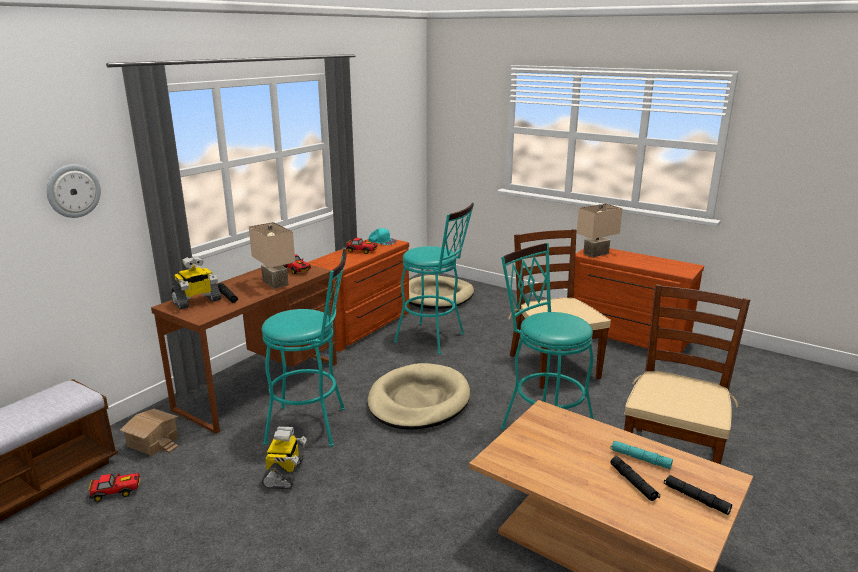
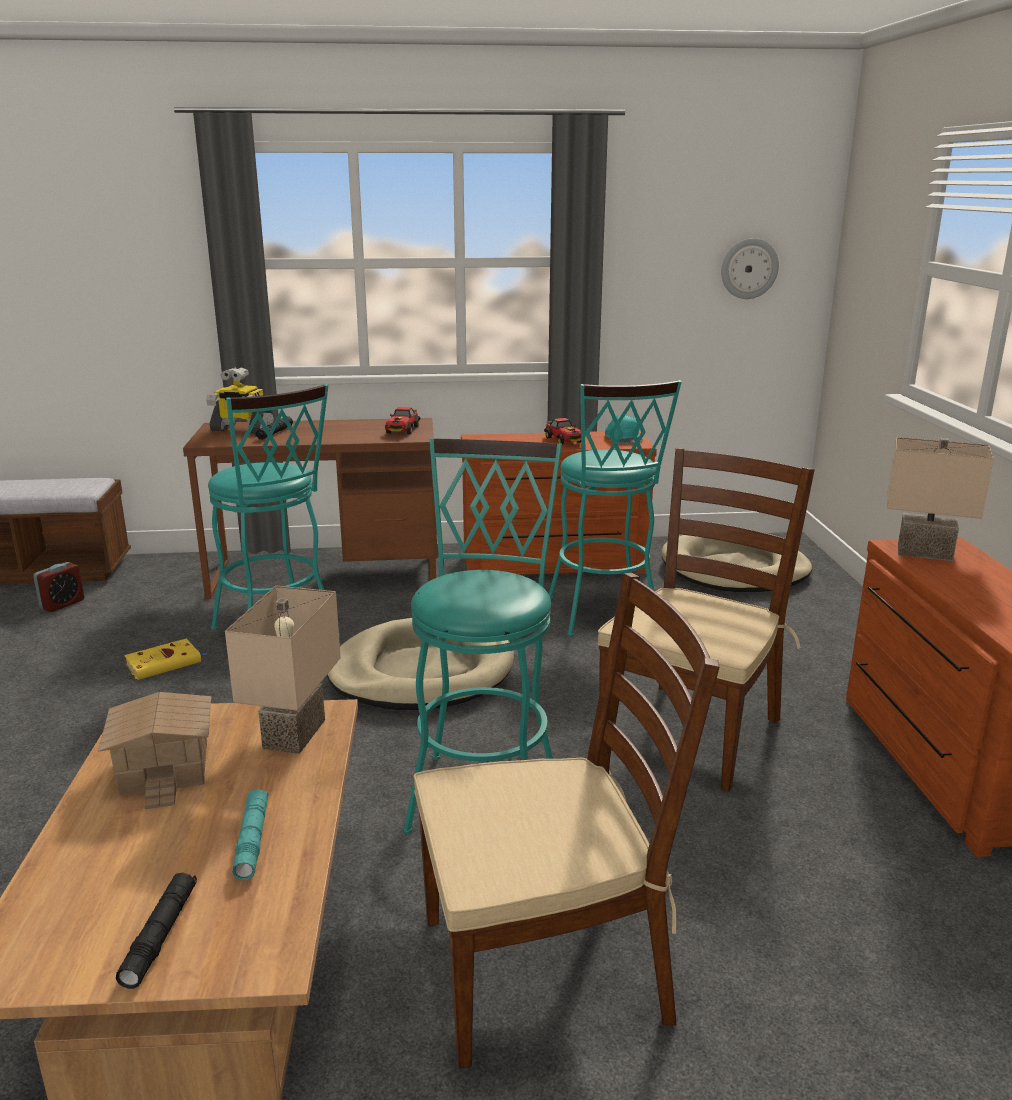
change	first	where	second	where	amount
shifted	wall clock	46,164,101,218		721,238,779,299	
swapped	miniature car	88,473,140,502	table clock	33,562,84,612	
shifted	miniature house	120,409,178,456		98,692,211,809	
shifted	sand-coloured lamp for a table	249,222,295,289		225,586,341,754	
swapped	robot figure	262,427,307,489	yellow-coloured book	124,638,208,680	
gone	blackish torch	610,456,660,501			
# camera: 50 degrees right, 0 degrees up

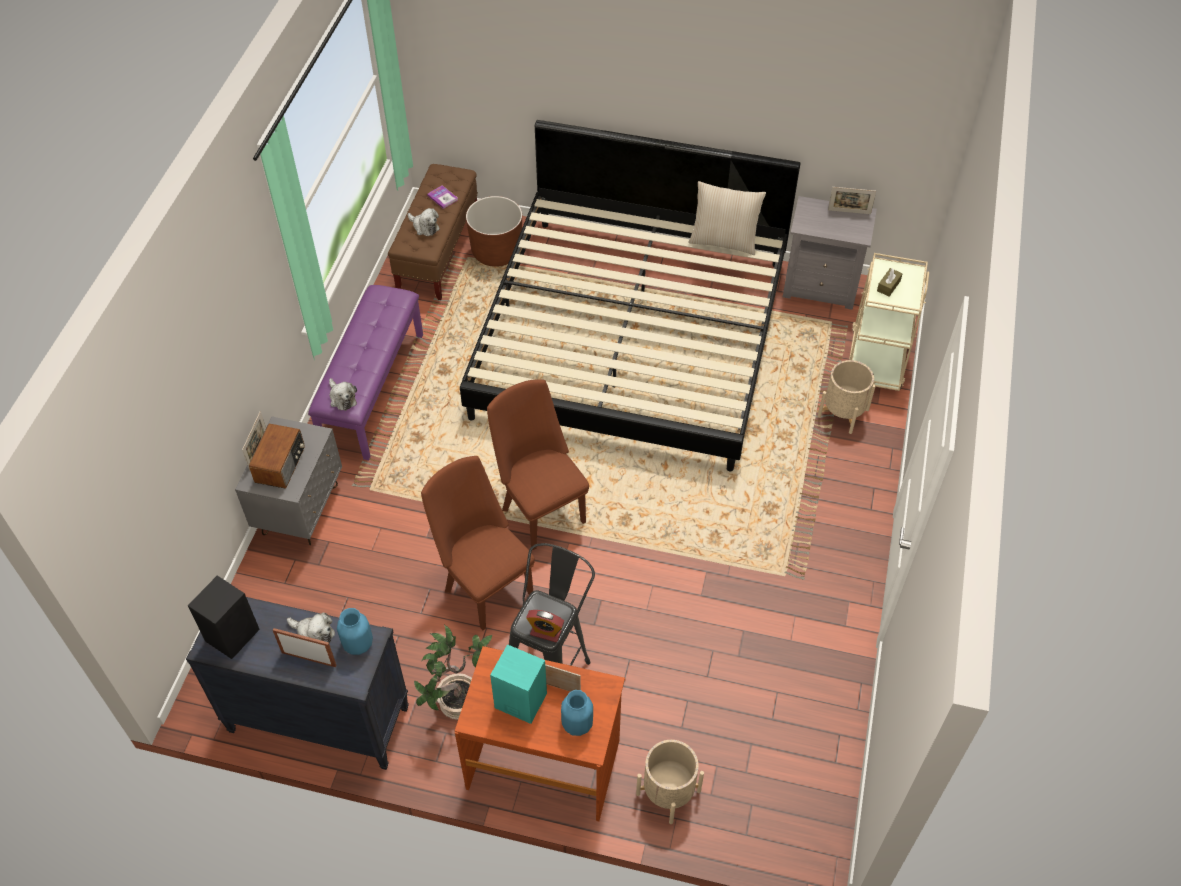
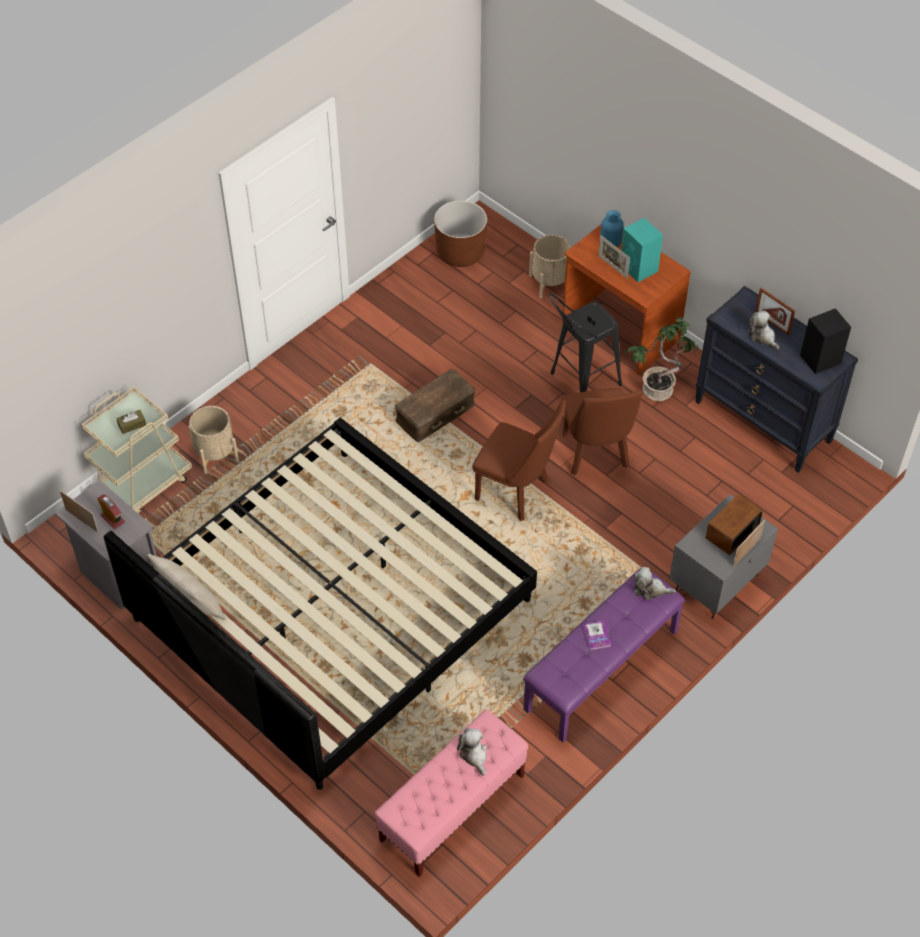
change	first	where	second	where	amount
rotated	cuddly toy	329,378,357,411		633,567,676,600	75 degrees counterclockwise
gone	blue vase	337,608,373,655			
repainted	brownish long seat	388,164,478,300	pink long seat	375,709,528,877	
shifted	book	427,185,458,209		583,620,612,651	
shifted	brownish plant pot	466,196,522,267		434,200,487,267	
rotated	brownish upright chair	487,379,589,550		473,400,566,521	60 degrees counterclockwise
shifted	table clock	526,610,564,643		97,495,125,529	
new			brownish storage container	395,369,475,442	
# camera: 150 degrees left, 0 degrees up

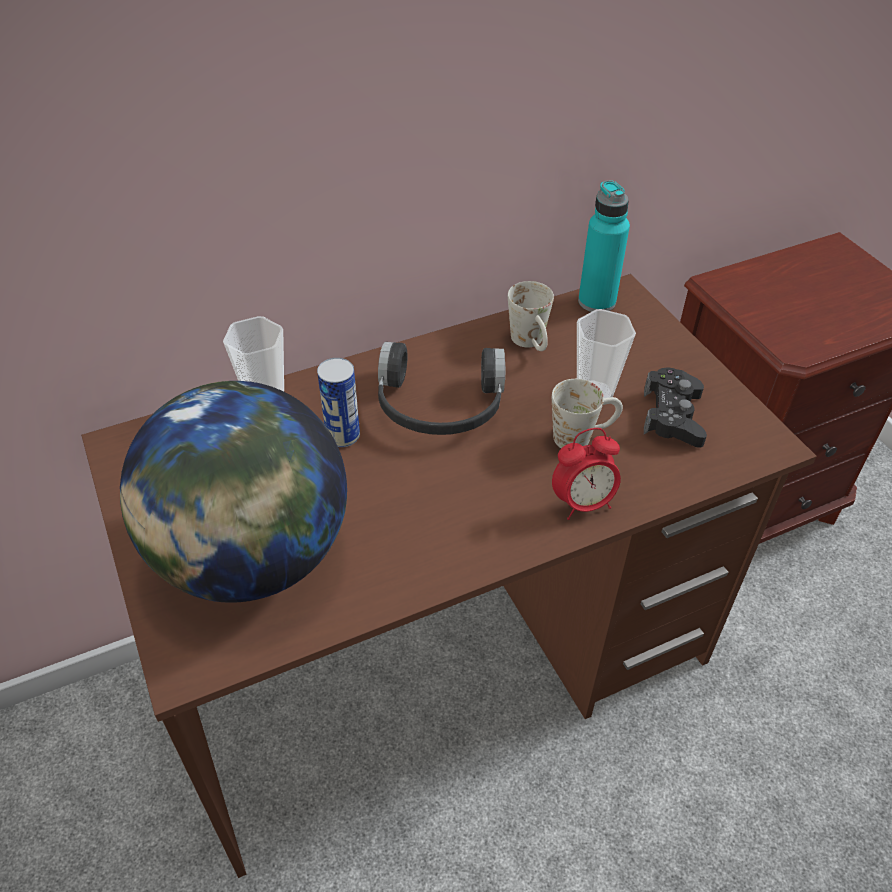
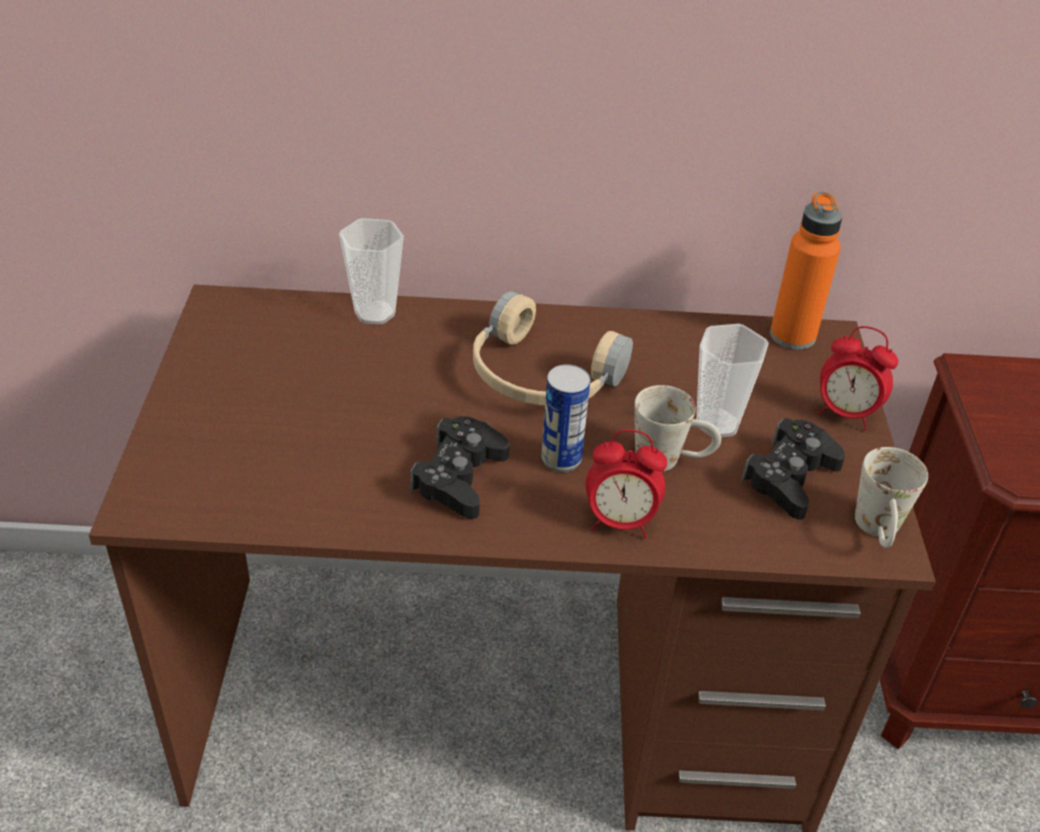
change	first	where	second	where	amount
gone	world globe	120,381,347,603			
shifted	sealed can	317,358,360,447		541,364,590,472	
repainted	blackish headphones	378,342,505,435	sand-coloured headphones	473,291,633,406	
shifted	white-coloured tea mug	508,281,554,351		855,447,928,548	
repainted	turquoise-coloured bottle	578,180,630,312	orangey bottle	770,192,842,350	
new			blackish game controller	410,416,509,519	
new			table clock	817,326,898,430	
# camera: 25 degrees right, 5 degrees down

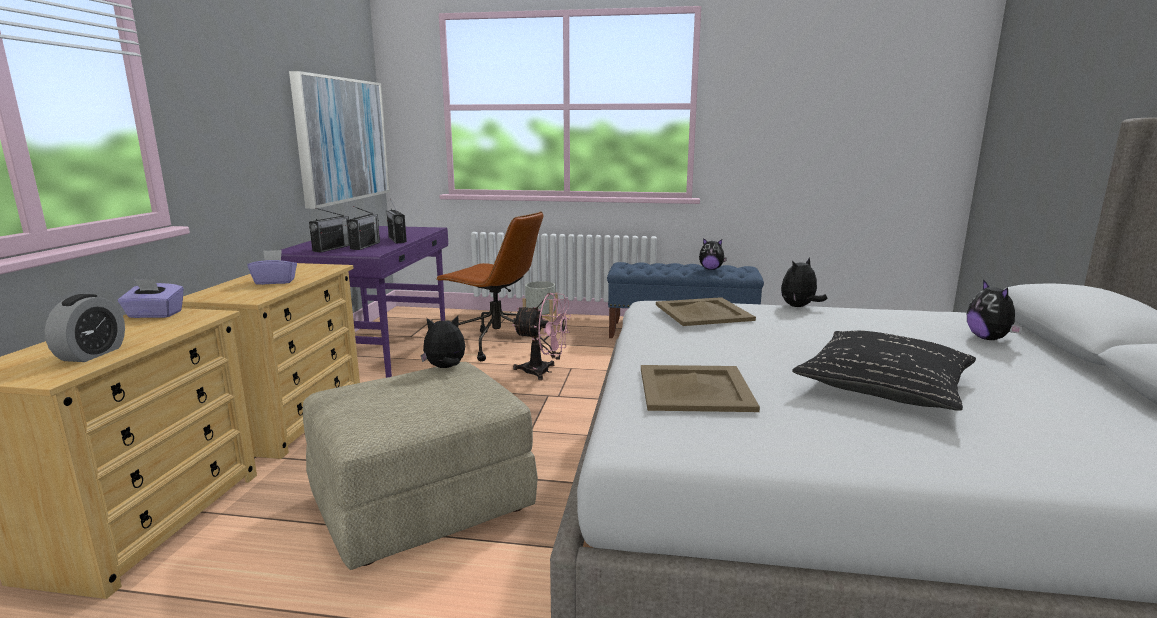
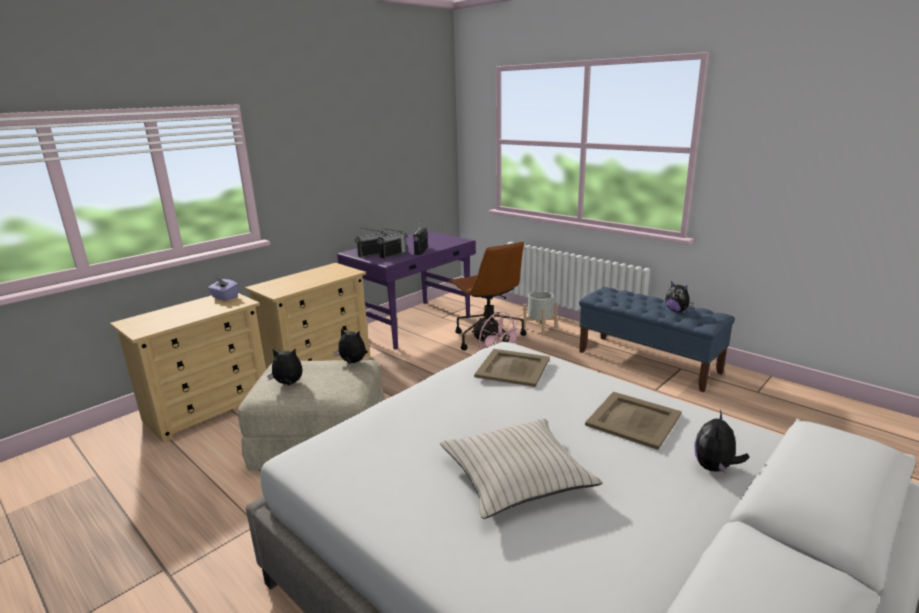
change	first	where	second	where	amount
gone	table clock	45,294,125,362			
gone	purplish tissue holder	247,250,297,285			
gone	picture	289,71,390,209			
shifted	sand-coloured serving tray	641,365,760,412		585,392,682,450	
shifted	cuddly toy	781,257,828,307		267,348,302,386	
repainted	blackish pillow	792,331,976,411	sand-coloured pillow	440,419,603,519	
# camera: 35 degrees right, 5 degrees up

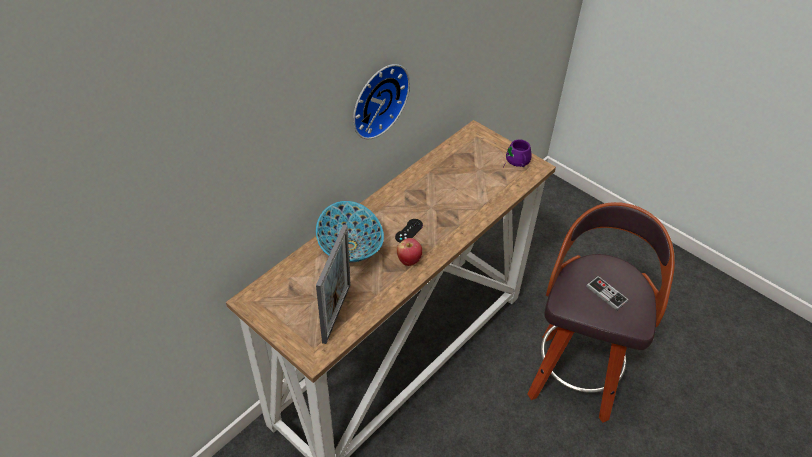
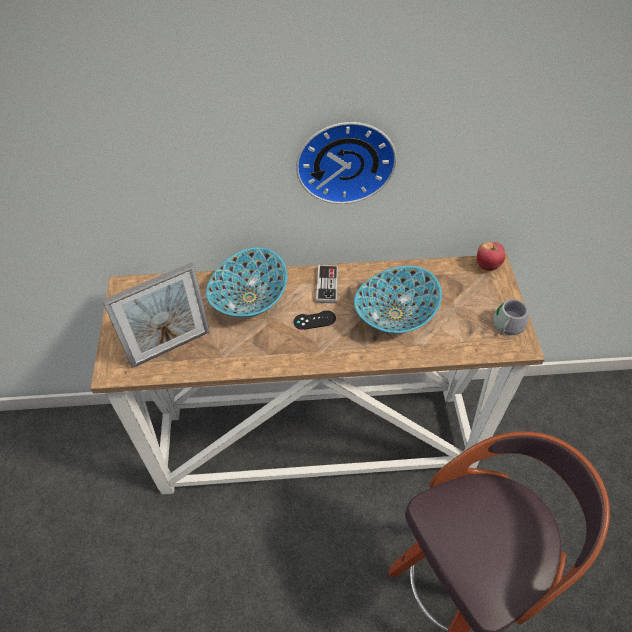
change	first	where	second	where	amount
shifted	whole apple	397,238,422,266		477,242,505,271	
repainted	purplish tea mug	503,139,532,167	grey tea mug	483,299,528,335	
shifted	game controller	586,276,629,311		316,265,338,303	
new			serving bowl	354,266,442,333	
# camera: 45 degrees right, 5 degrees up

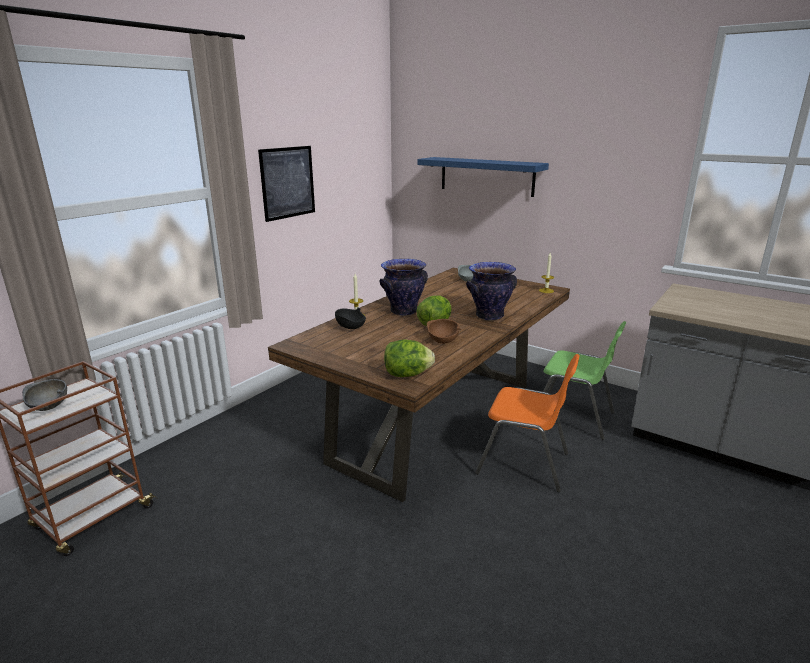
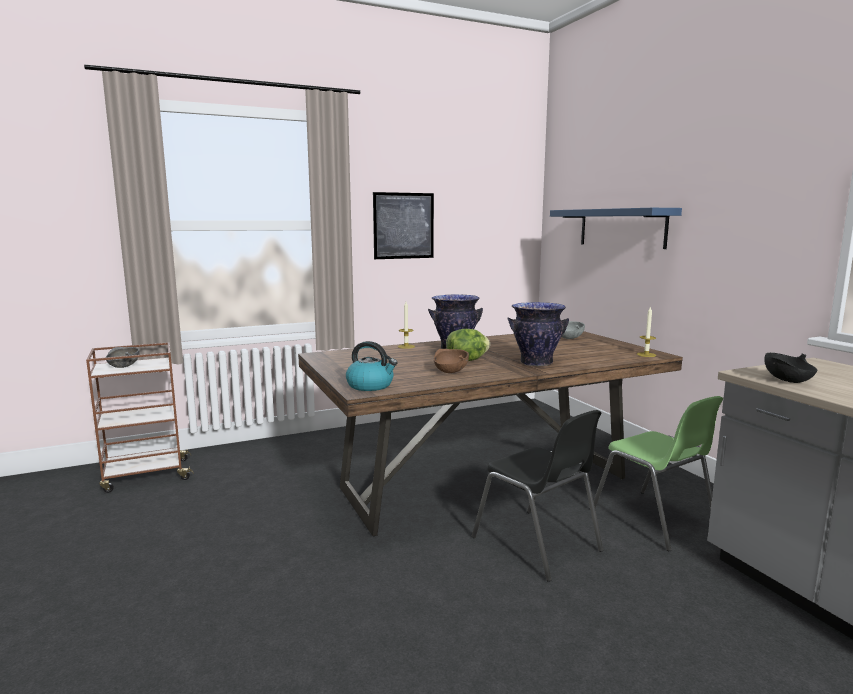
change	first	where	second	where	amount
shifted	blackish serving bowl	335,307,366,329		764,353,817,383	
swapped	head of lettuce	384,339,435,377	kettle	346,341,397,391	
repainted	orangey upright chair	475,354,580,492	blackish upright chair	472,410,603,582	
# camera: 30 degrees right, 10 degrees down

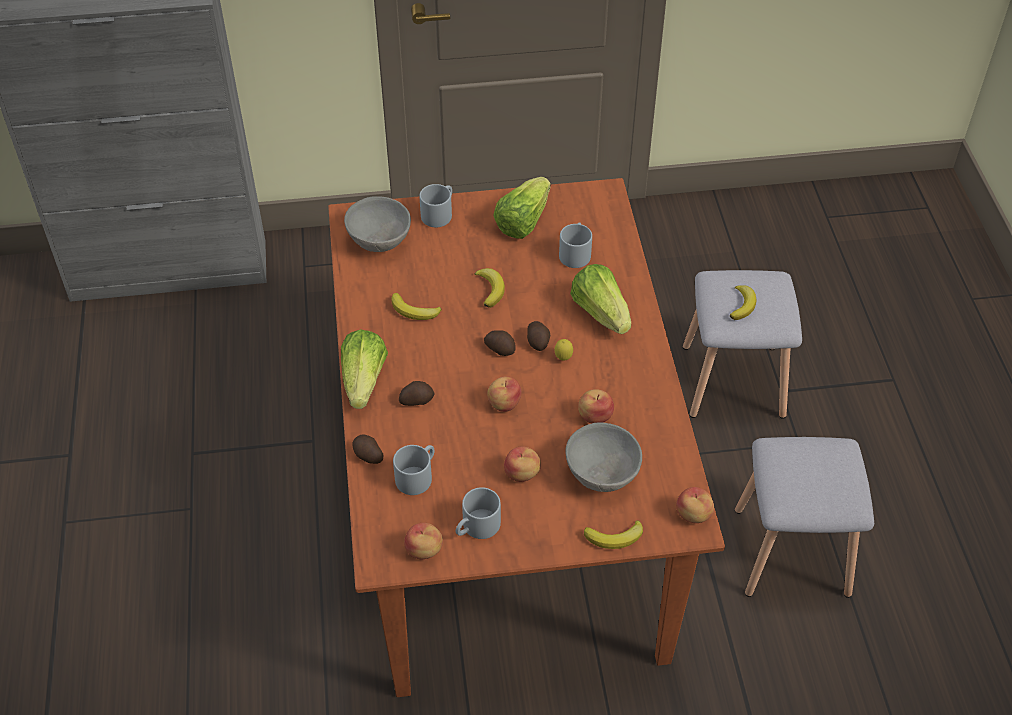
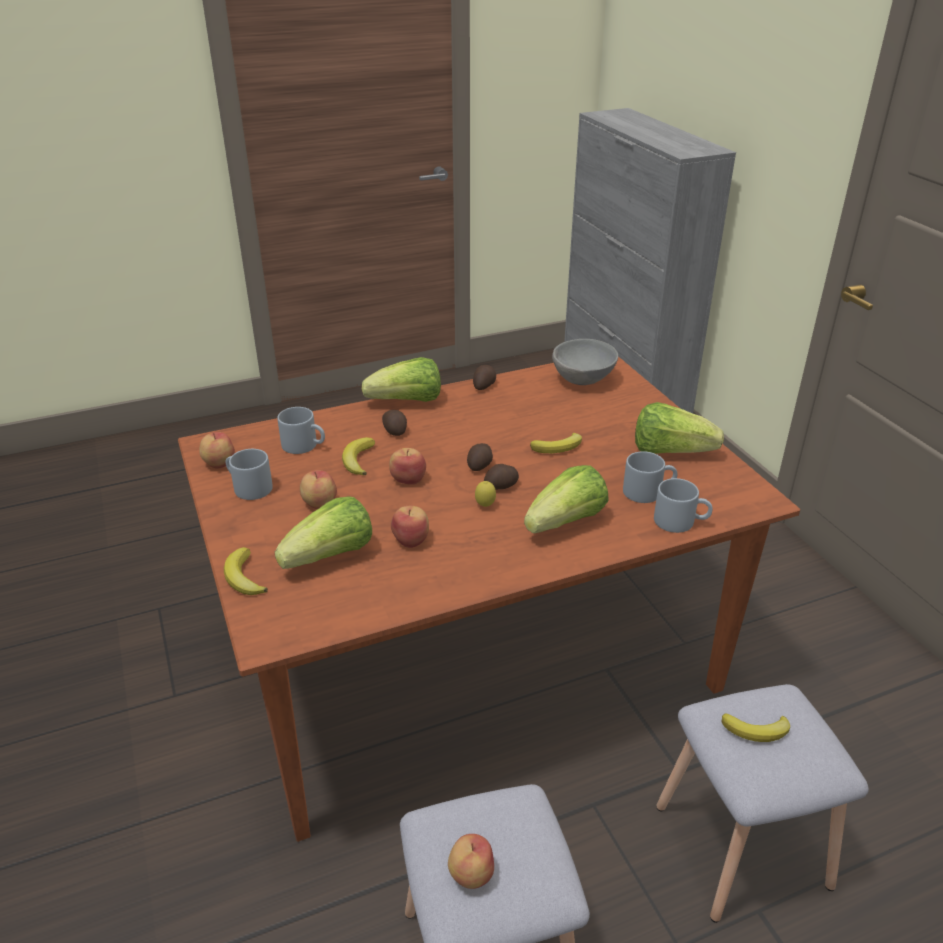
change	first	where	second	where	amount
shifted	whole potato	352,434,383,464		473,365,496,390	
shifted	banana	391,293,442,320		342,437,375,475	
shifted	grey tea mug	419,184,452,227		654,478,712,533	
swapped	grey serving bowl	566,422,642,492	head of lettuce	275,496,372,569	
shifted	whole apple	676,487,714,523		448,834,494,889	
# camera: 75 degrees right, 15 degrees down

